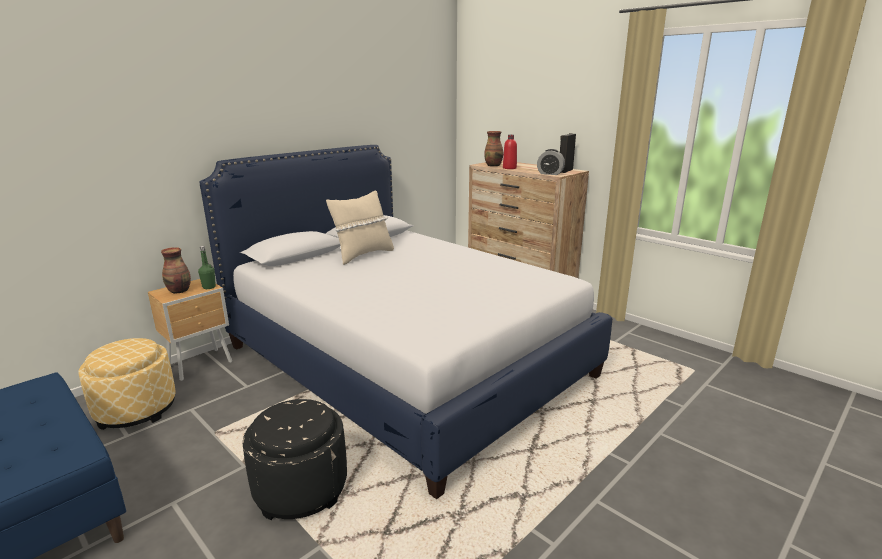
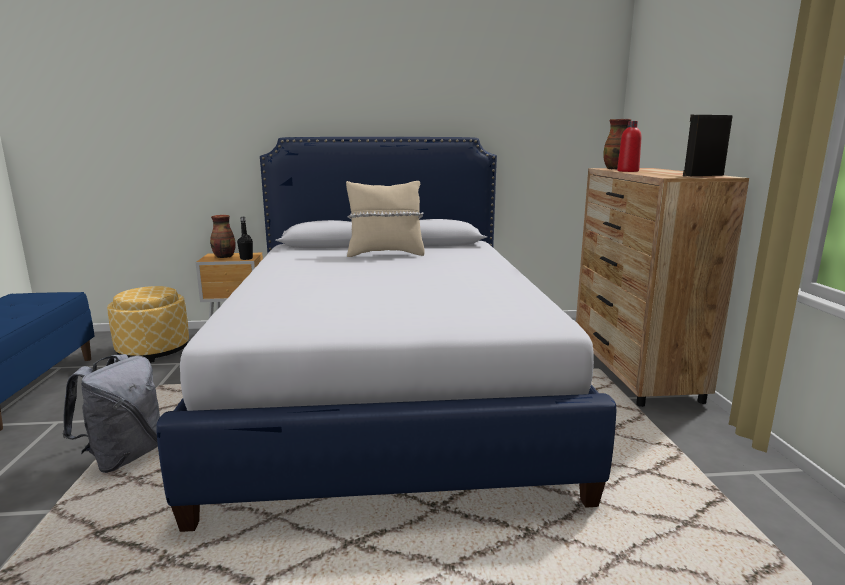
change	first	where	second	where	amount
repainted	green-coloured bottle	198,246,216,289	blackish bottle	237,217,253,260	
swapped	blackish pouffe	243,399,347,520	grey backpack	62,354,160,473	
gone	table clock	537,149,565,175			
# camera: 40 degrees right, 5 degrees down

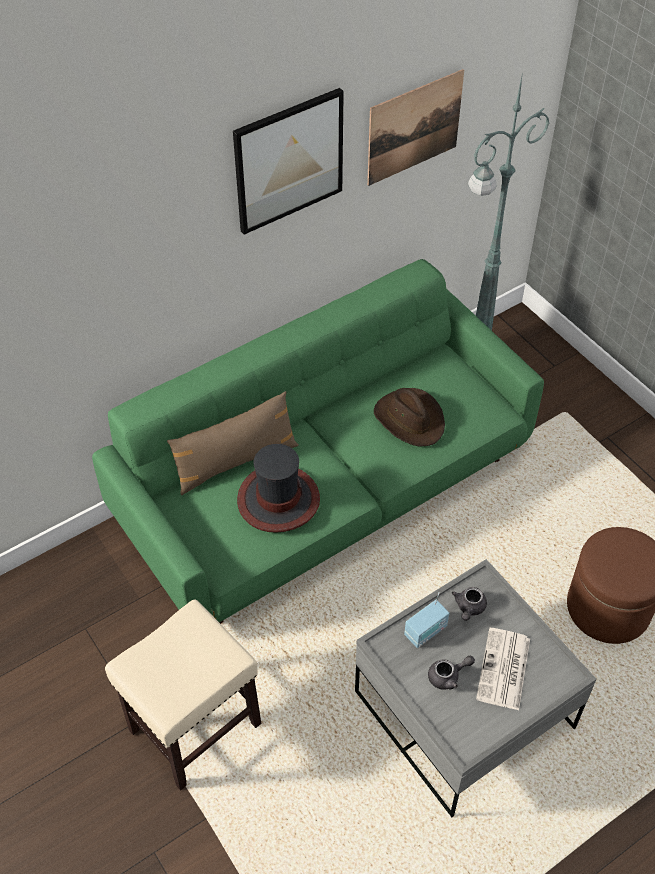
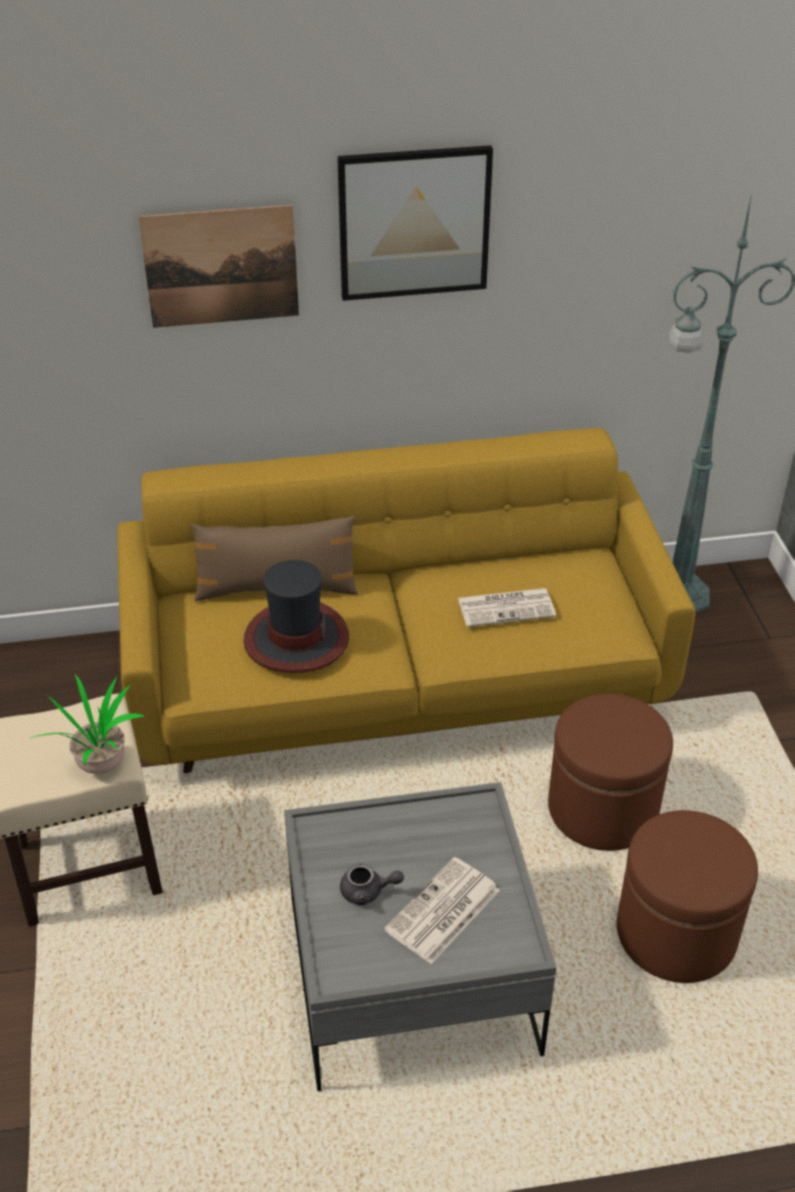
change	first	where	second	where	amount
repainted	green-coloured couch	92,259,544,624	yellow-coloured couch	117,428,695,773	
shifted	picture	367,69,464,186		138,205,299,328	
swapped	brownish clothing hat	374,388,445,447	daily paper	458,588,556,627	
gone	radio receiver	404,592,449,648			
gone	grey teapot	452,587,487,621			
new			plant in a pot	29,674,144,774	
new			brownish pouffe	548,694,673,851	
# camera: 25 degrees right, 10 degrees down

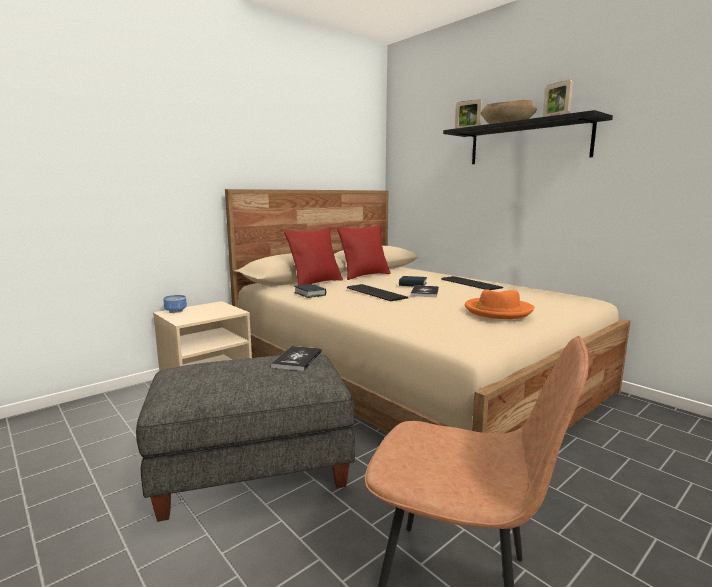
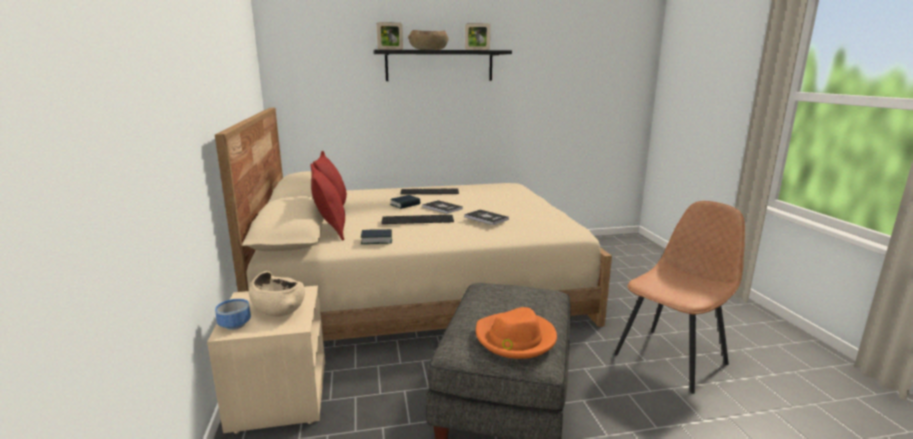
change	first	where	second	where	amount
shifted	book	271,346,322,371		464,210,509,225	
shifted	orangey clothing hat	465,289,534,319		476,307,557,359	
new			sand-coloured serving bowl	249,271,305,317	
# camera: 60 degrees left, 5 degrees up

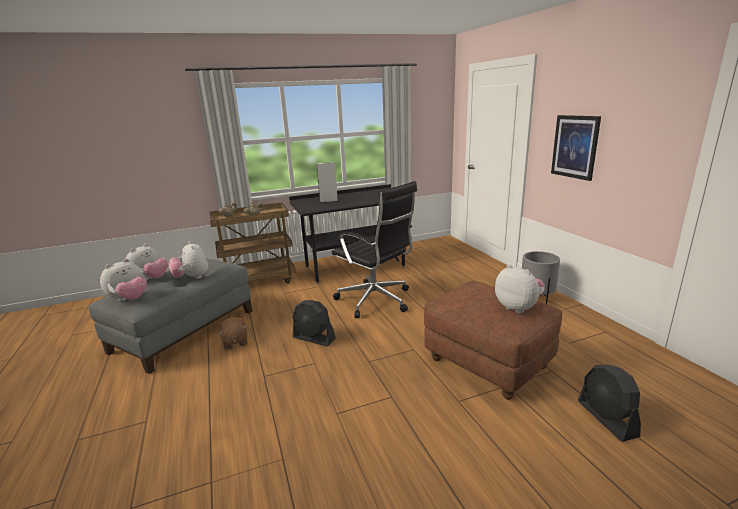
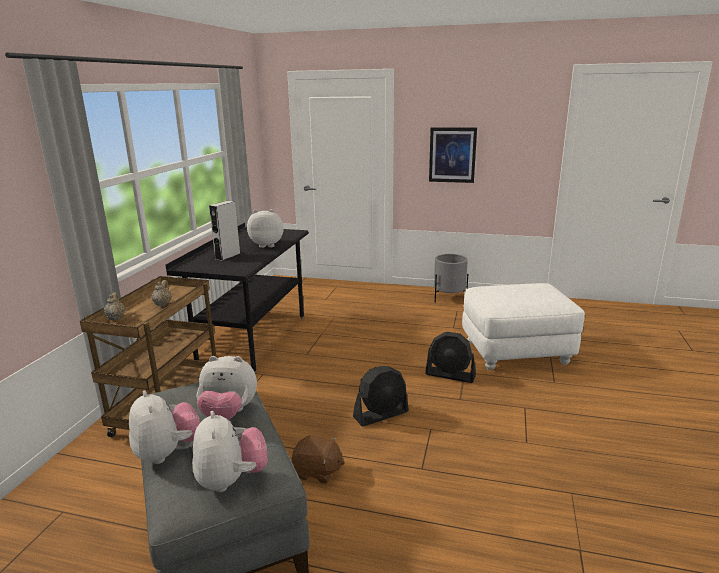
change	first	where	second	where	amount
gone	blackish office chair	332,181,417,318			
repainted	brownish pouffe	424,281,562,400	white-coloured pouffe	462,283,585,370	
shifted	cuddly toy	495,264,545,314		247,209,284,248	
shifted	blackish electric fan	578,364,641,442		425,332,476,383	
# camera: 55 degrees left, 0 degrees up

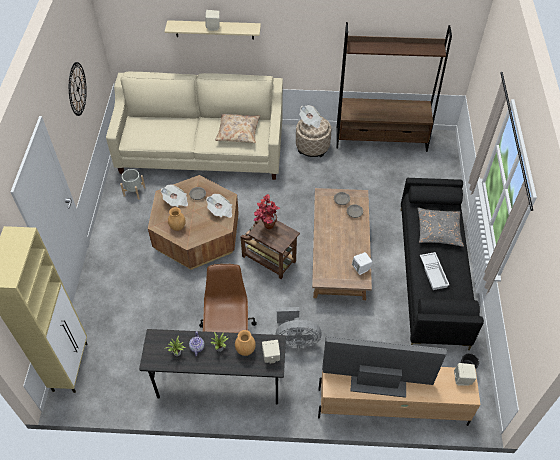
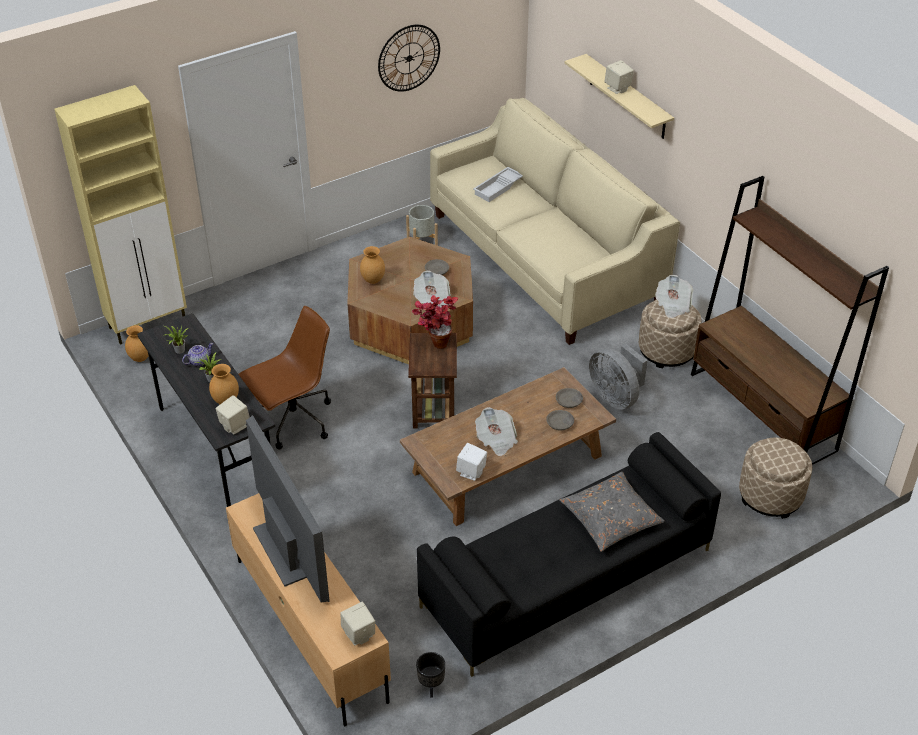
change	first	where	second	where	amount
shifted	daily paper	161,184,188,207		475,407,518,456	
gone	sand-coloured pillow	215,114,260,143			
shifted	grey electric fan	275,307,322,348		589,344,647,409	
shifted	white-coloured serving tray	420,252,449,290		473,167,522,202	
new			brownish vase	125,325,148,362	
new			sand-coloured pouffe	739,437,812,519	
# camera: 55 degrees right, 10 degrees down

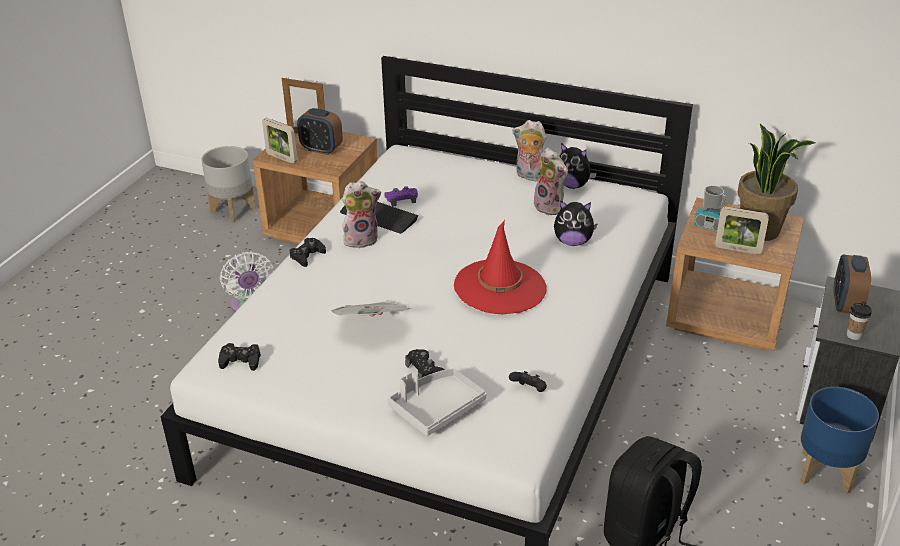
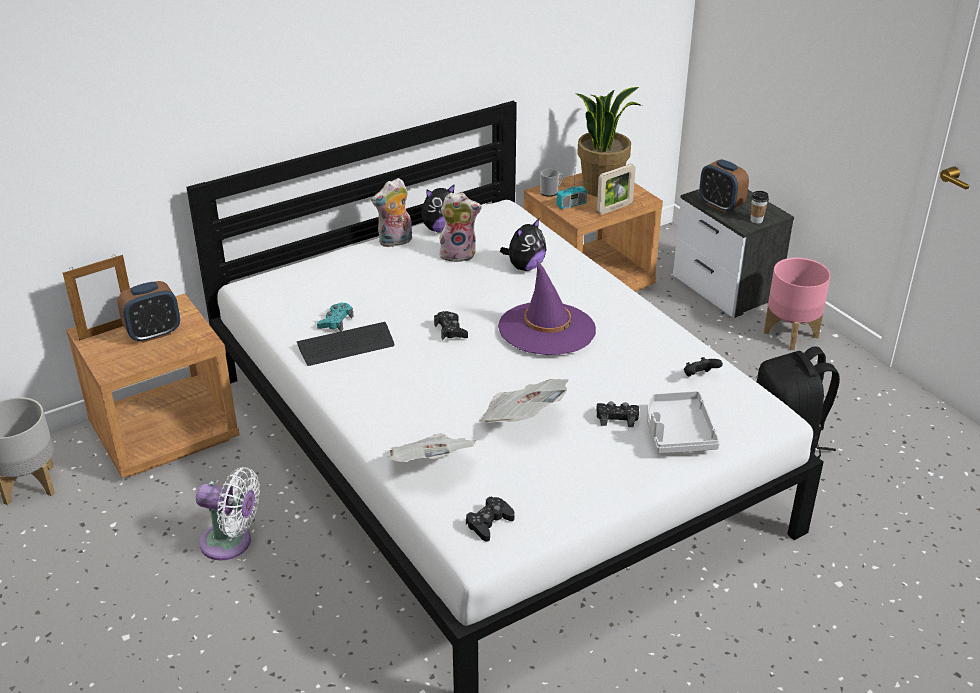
change	first	where	second	where	amount
gone	picture frame	262,118,298,164			
shifted	blackish game controller	289,238,326,267		434,311,468,340	
gone	cuddly toy	342,181,381,248			
repainted	purplish game controller	384,186,418,207	turquoise-coloured game controller	317,303,353,331	
repainted	reddish clothing hat	454,220,547,314	purplish clothing hat	498,259,596,355	
repainted	blue plant pot	800,387,879,494	pink plant pot	764,258,831,350	
new			daily paper	387,433,476,462	
# camera: 55 degrees left, 0 degrees up

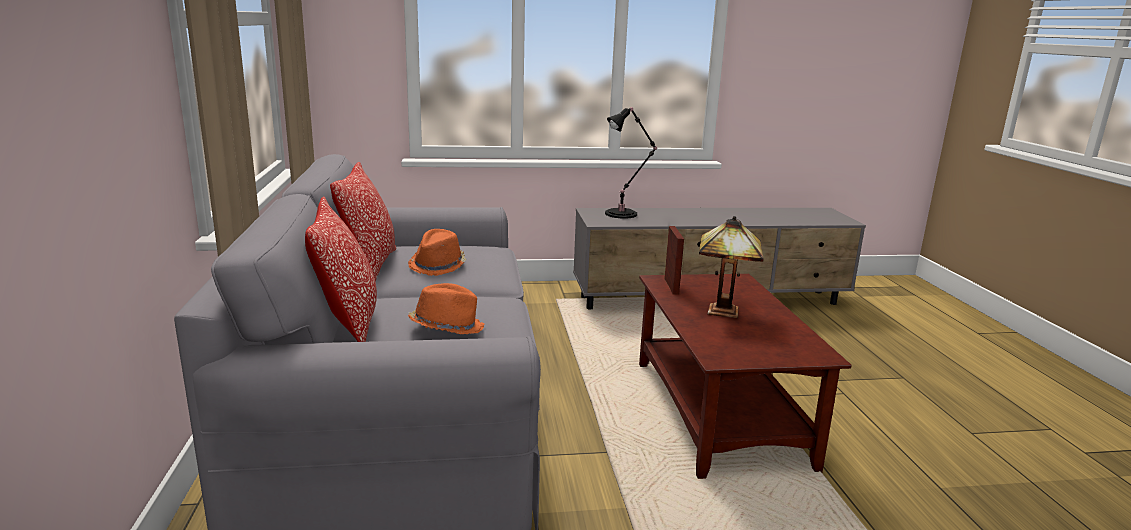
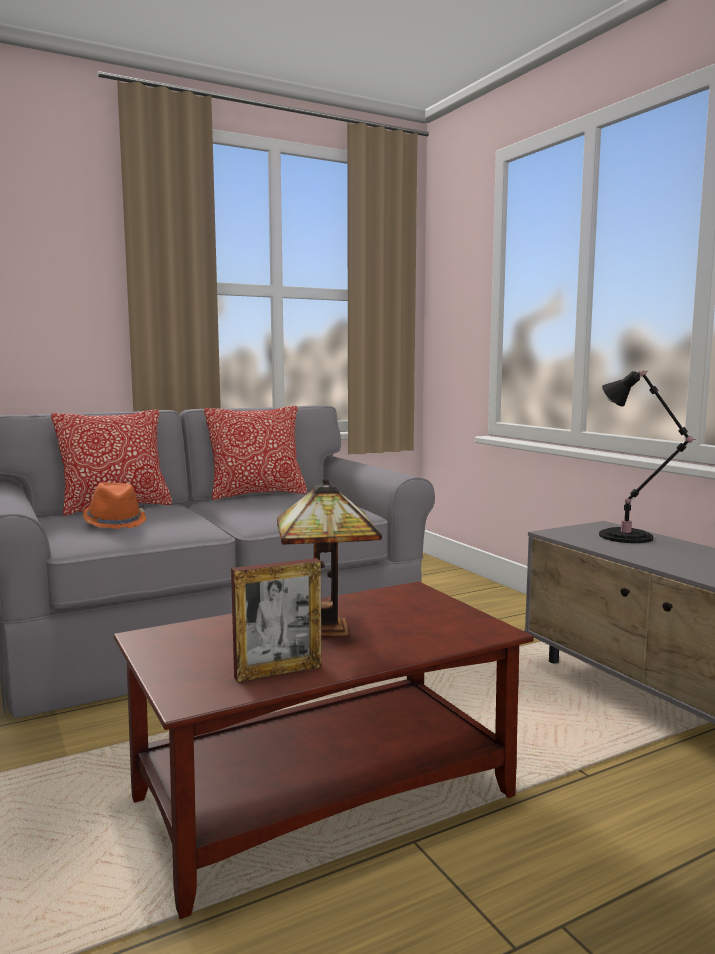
change	first	where	second	where	amount
gone	orangey clothing hat	408,229,466,276			
shifted	picture frame	664,226,684,294		231,558,322,682	
# camera: 70 degrees right, 10 degrees down

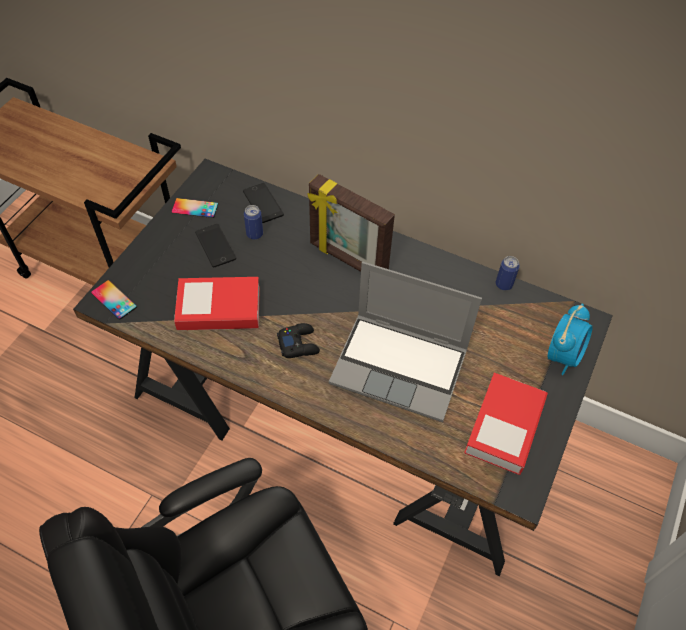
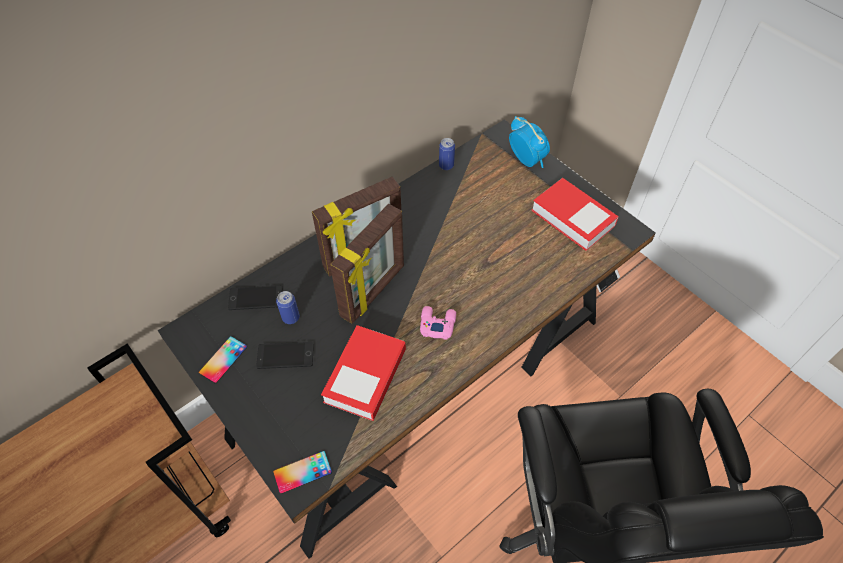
change	first	where	second	where	amount
repainted	blackish game controller	277,323,320,358	pink game controller	420,306,456,340	
gone	notebook computer	329,262,482,422			
new			picture frame	330,204,404,324	
# camera: 65 degrees left, 0 degrees up

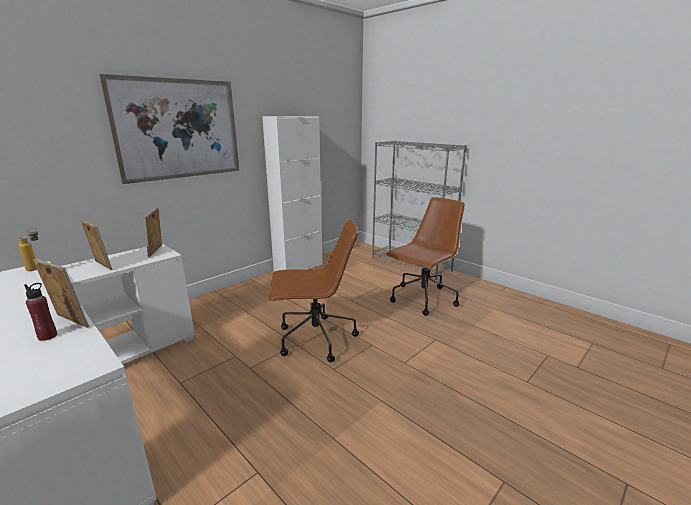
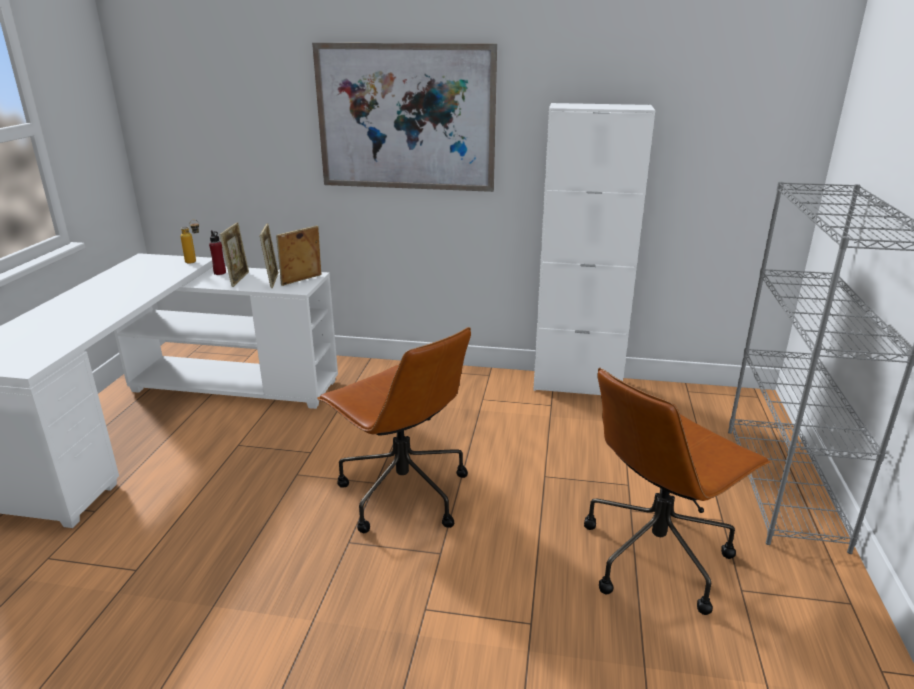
change	first	where	second	where	amount
shifted	reddish bottle	24,283,57,341		209,230,226,275	
shifted	picture frame	33,259,89,328		260,223,279,288	
rotated	brownish office chair	386,197,465,316		584,368,771,615	135 degrees clockwise
# camera: 55 degrees right, 5 degrees up

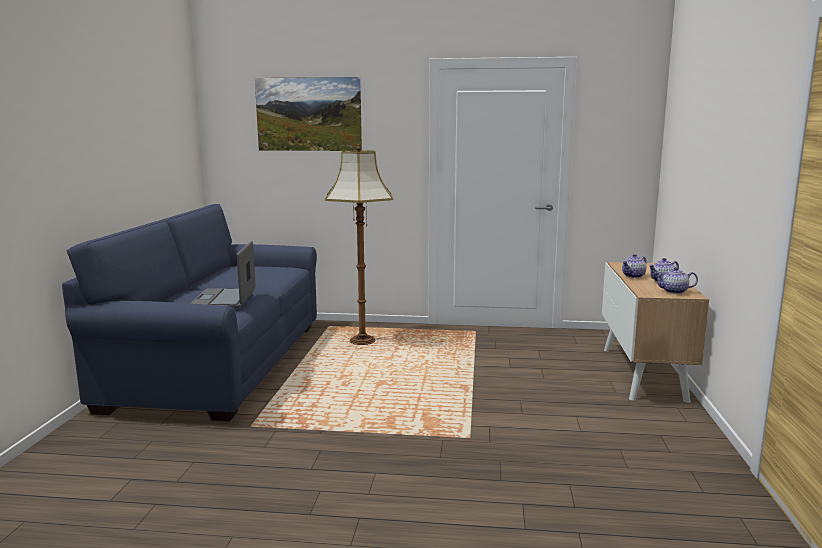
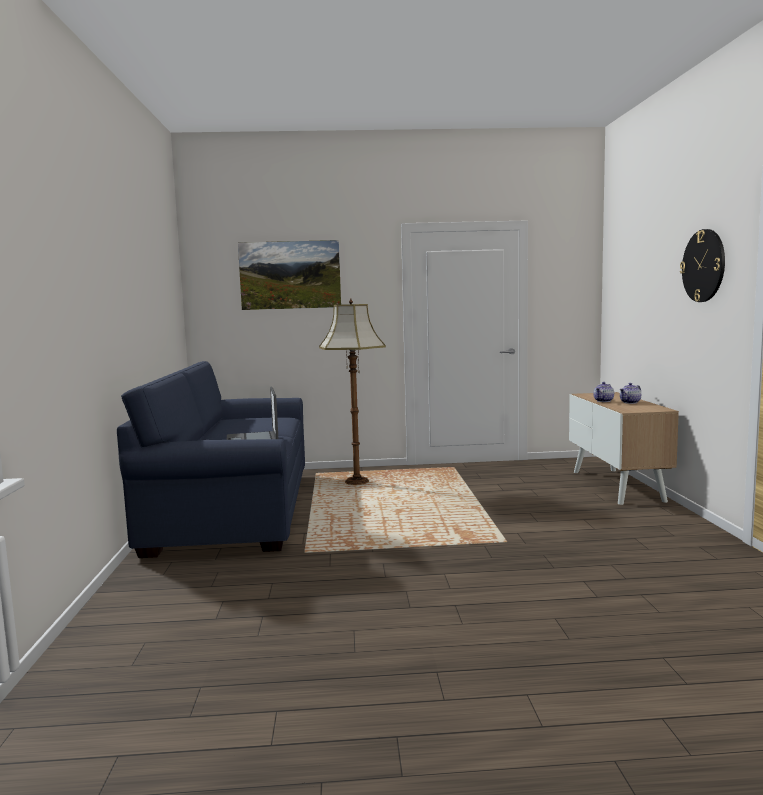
change	first	where	second	where	amount
gone	teapot	654,267,698,294			
new			wall clock	680,229,725,302	
# camera: 10 degrees left, 5 degrees down

